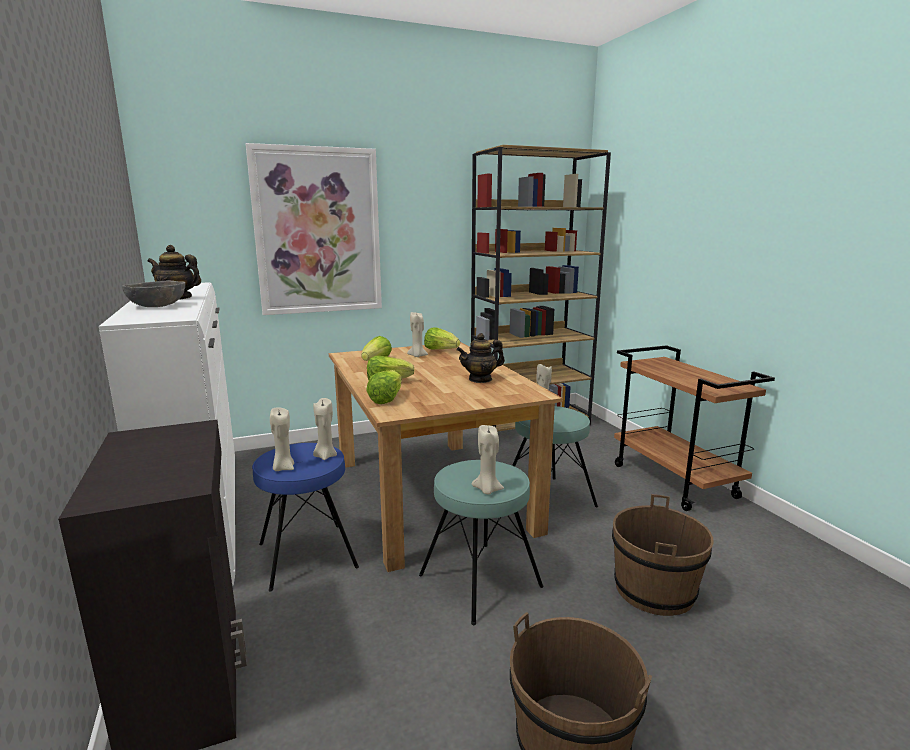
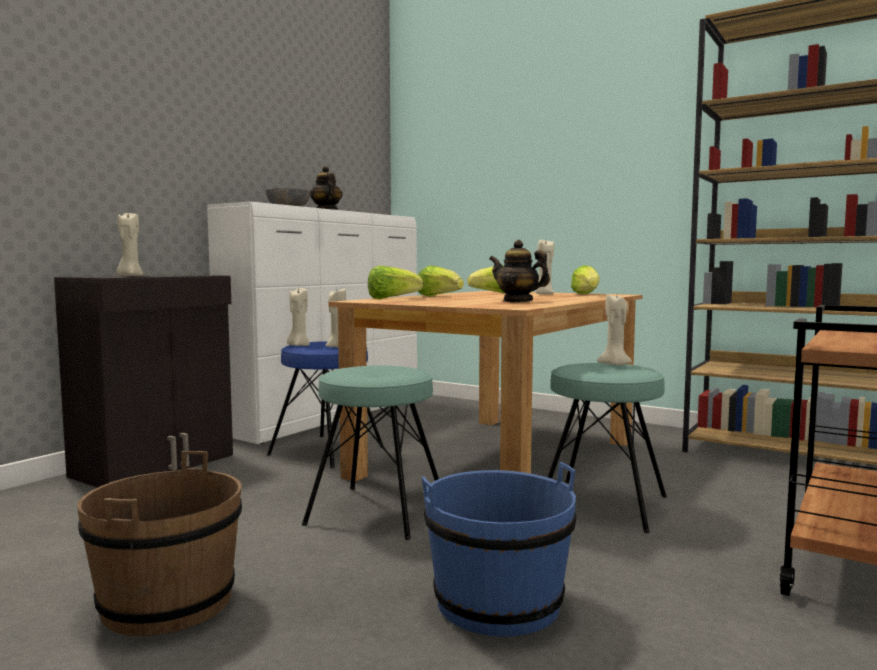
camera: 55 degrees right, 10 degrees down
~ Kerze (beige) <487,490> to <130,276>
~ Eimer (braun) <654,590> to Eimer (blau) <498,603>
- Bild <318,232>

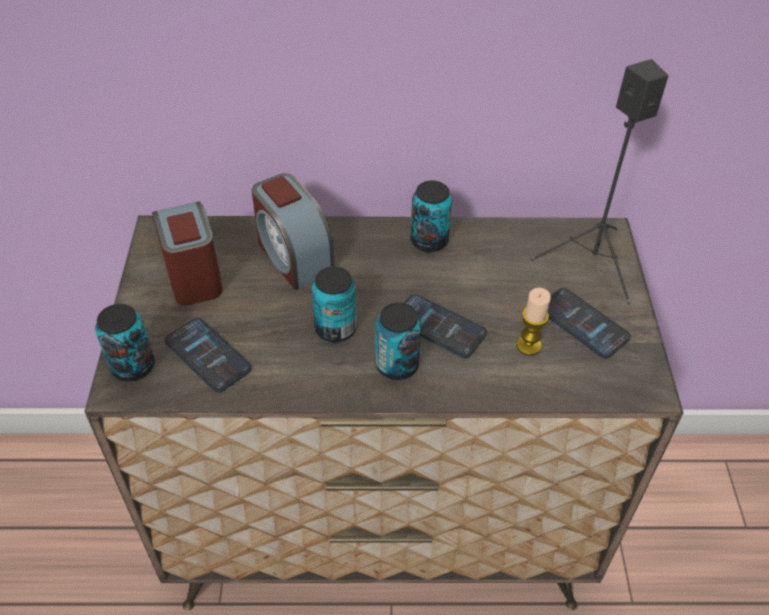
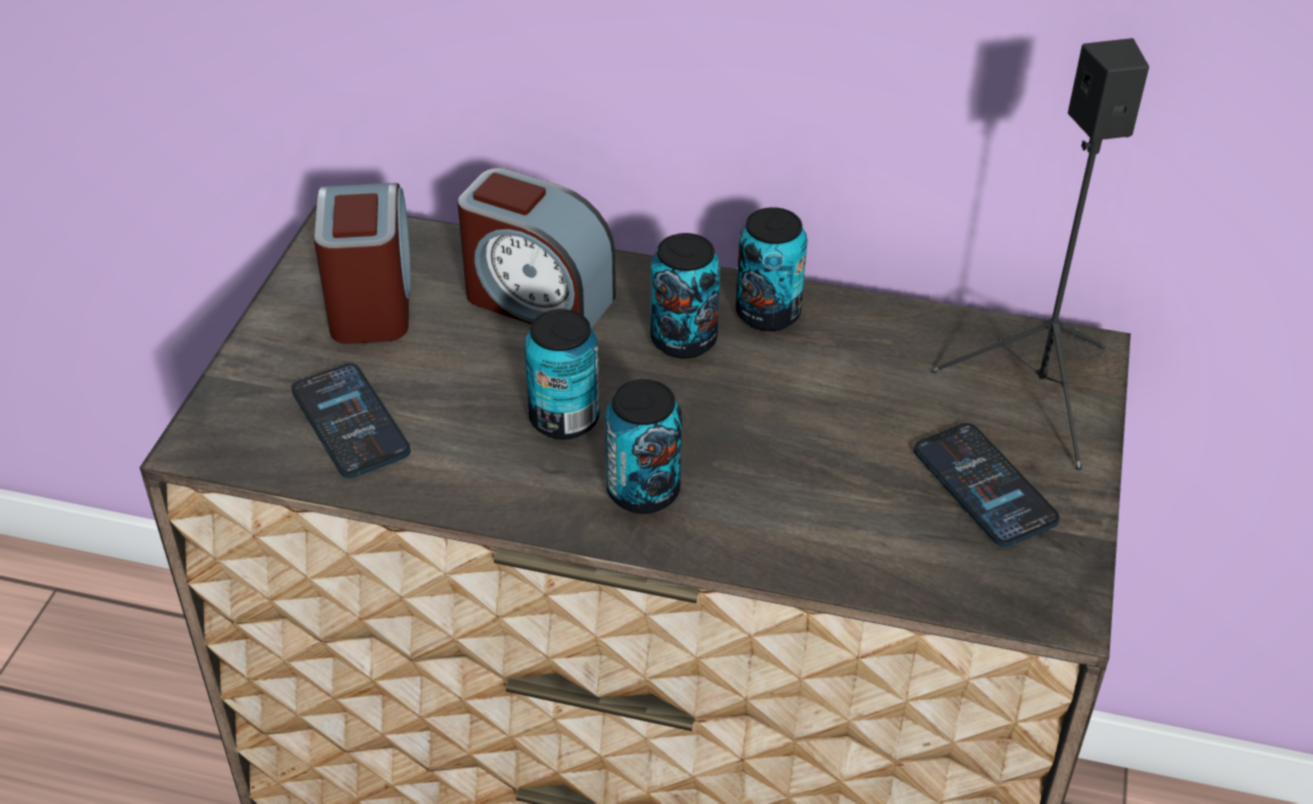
camera: 15 degrees right, 5 degrees down
~ Wecker <293,256> = <537,299> 45 degrees counterclockwise
~ Dose <133,366> to <683,340>
- Handy <439,327>
- Kerze <528,345>

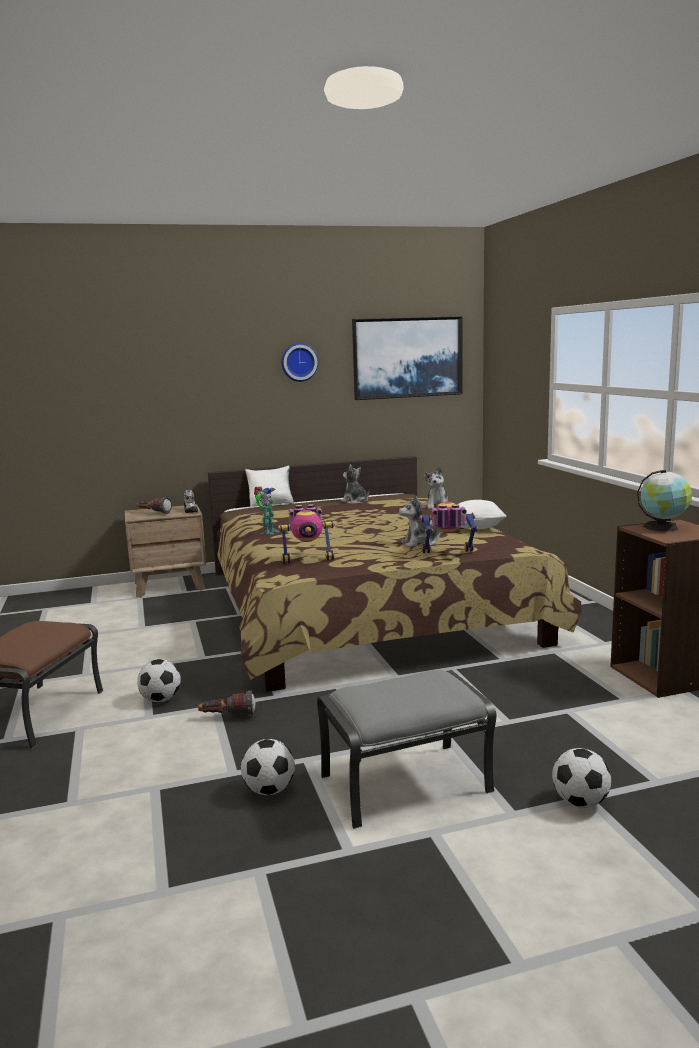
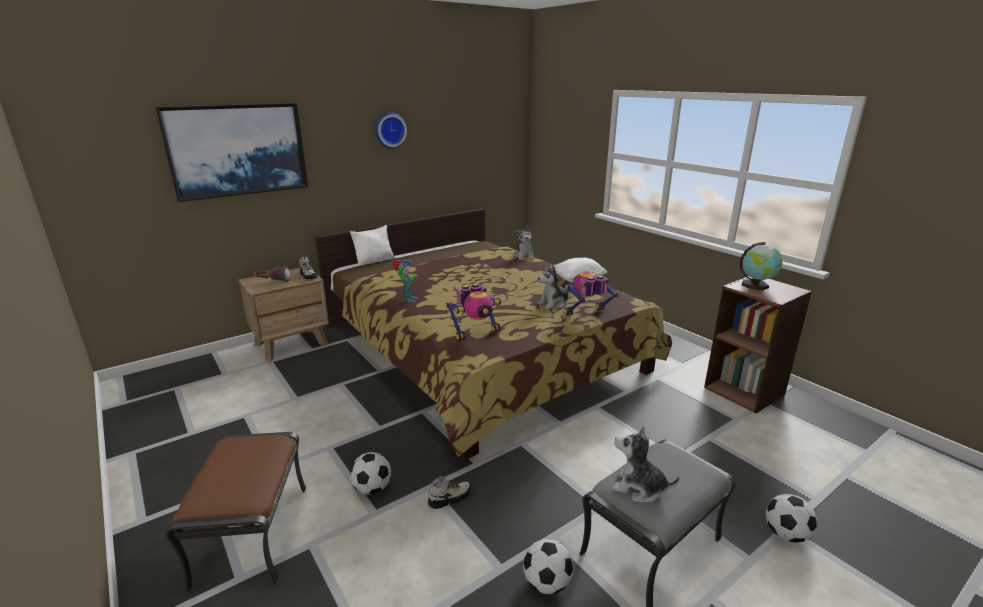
camera: 20 degrees left, 10 degrees up
~ Bild <407,357> to <237,150>
~ Taschenlampe <227,717> to Schuh <449,498>
~ Plüschtier <355,501> to <639,488>

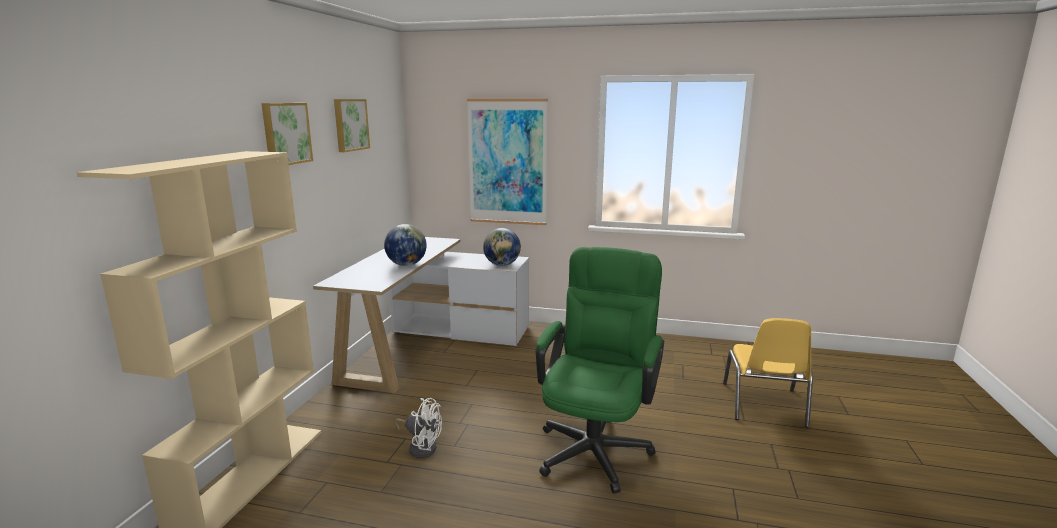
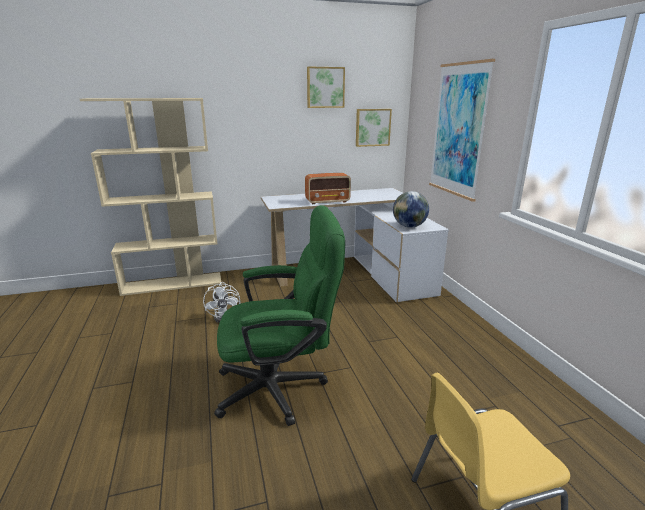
camera: 60 degrees right, 5 degrees up
~ Globus <406,265> to Radio <328,201>
~ Bild <285,133> to <372,127>

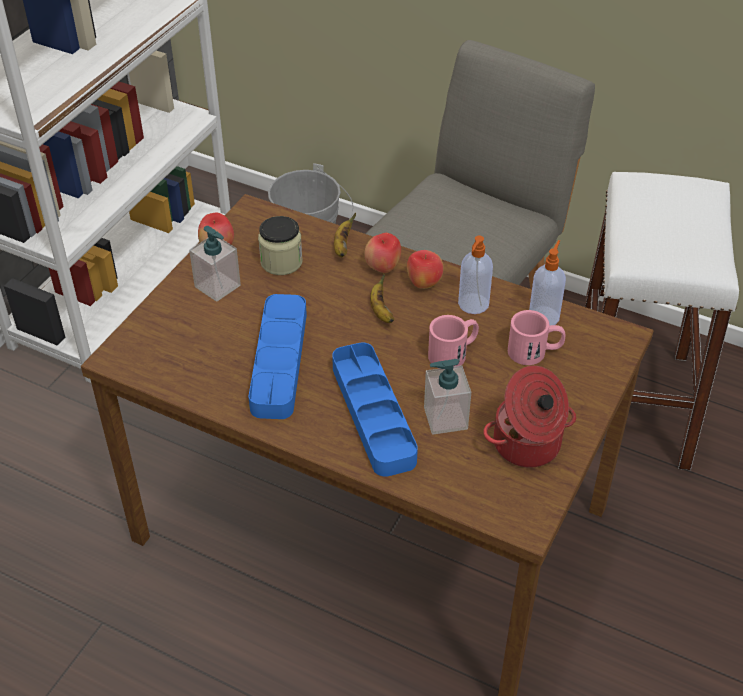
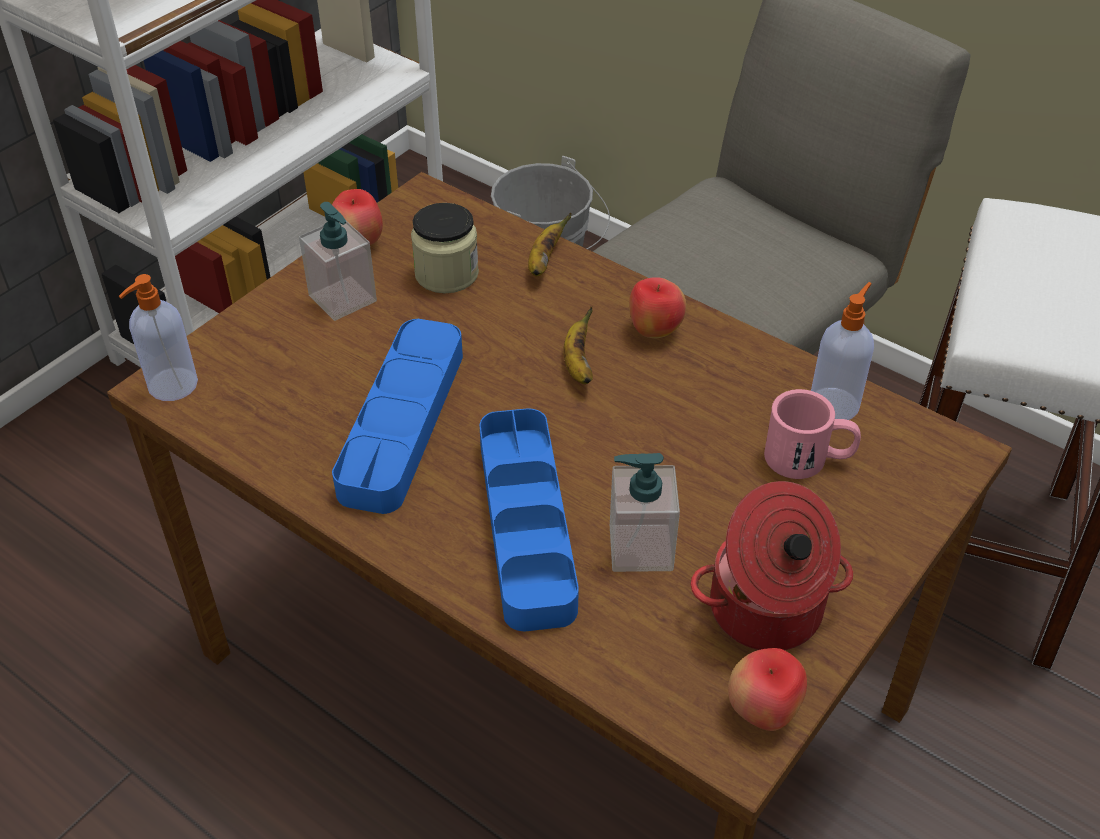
camera: 10 degrees right, 0 degrees up
~ Seifenspender <473,304> to <171,386>
~ Apfel <383,268> to <763,712>
- Henkelbecher (rosa) <453,353>

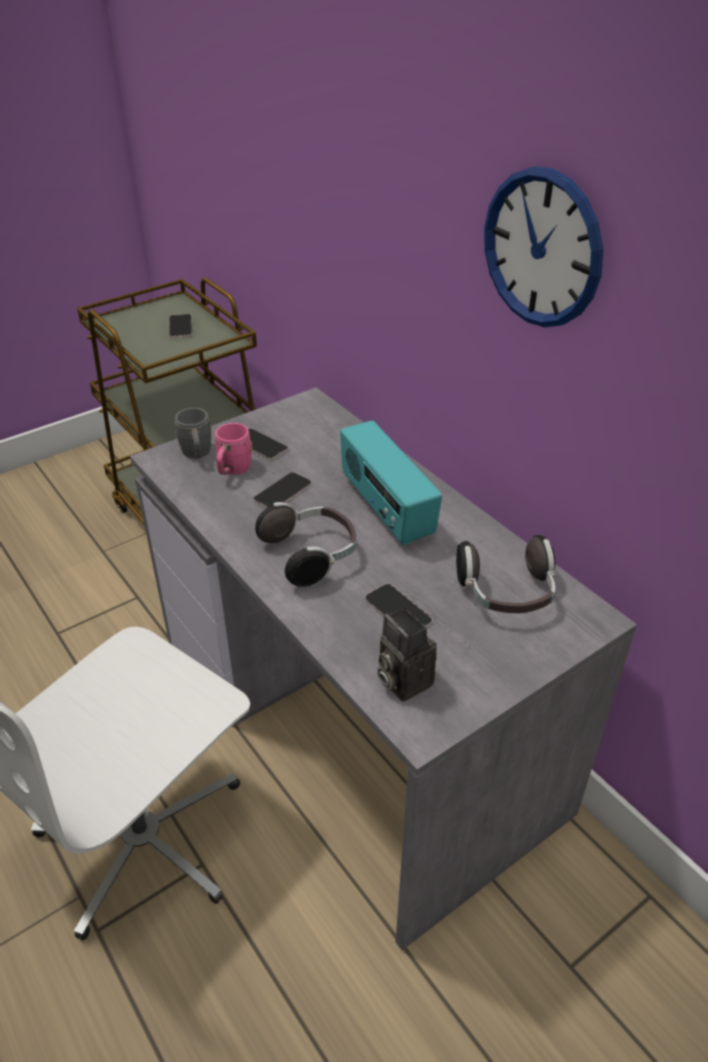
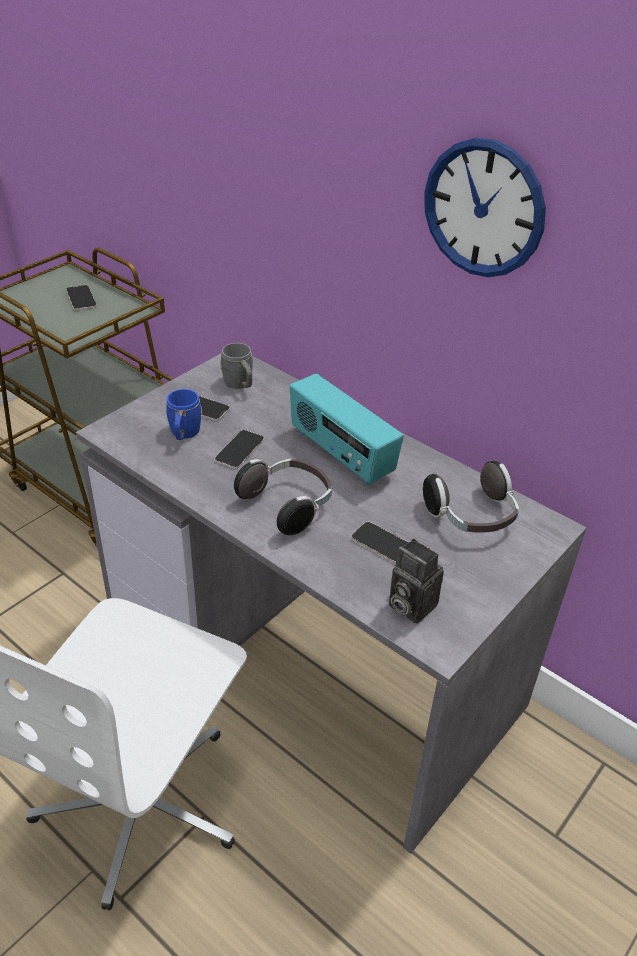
camera: 15 degrees left, 0 degrees up
~ Henkelbecher (rosa) <232,470> to Henkelbecher (blau) <184,435>
~ Henkelbecher (grau) <197,454> to <240,385>

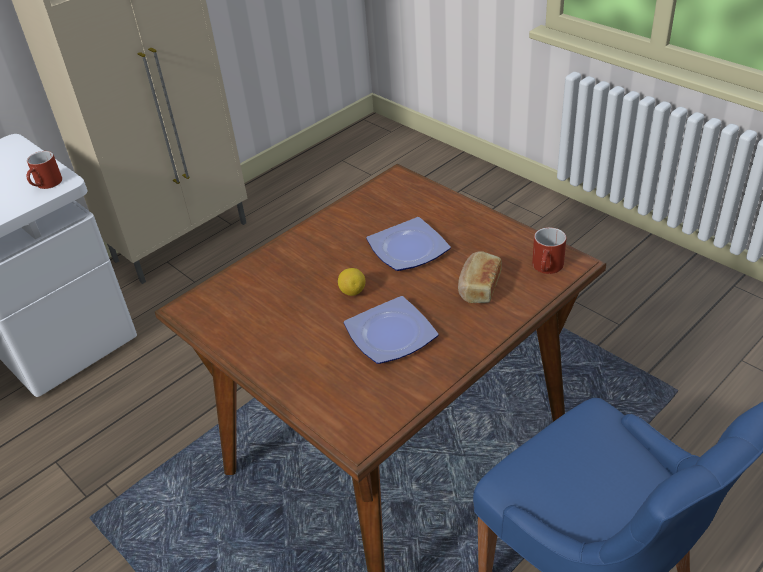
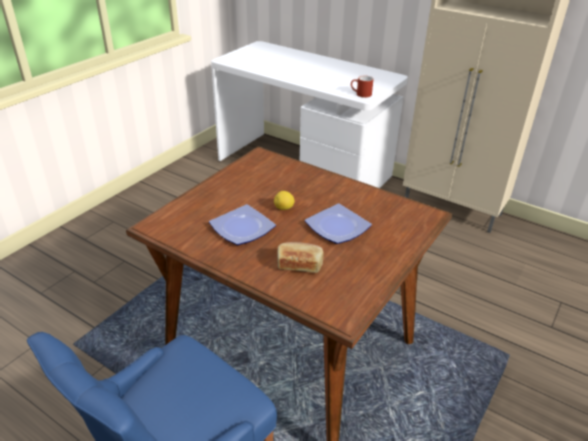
camera: 75 degrees right, 5 degrees down
- Henkelbecher (rot) <547,268>

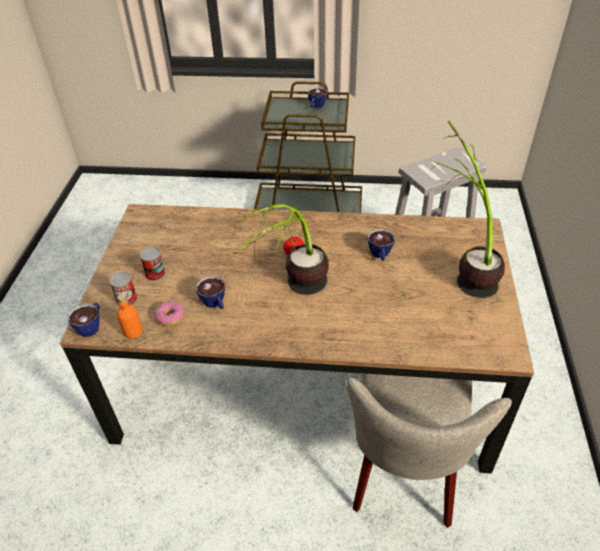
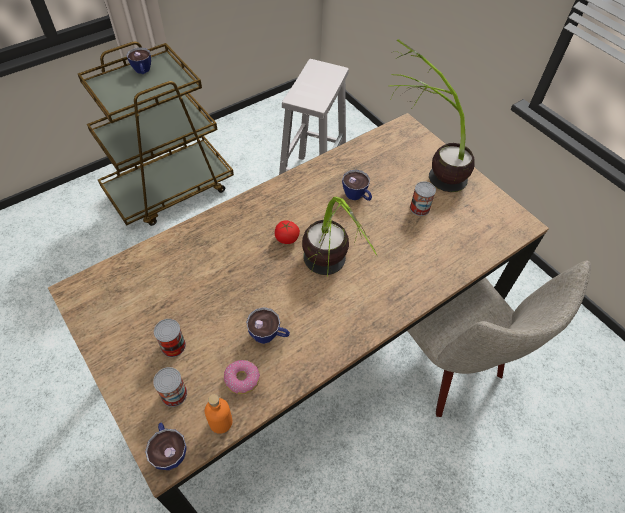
camera: 45 degrees left, 10 degrees up
+ Dose <419,208>

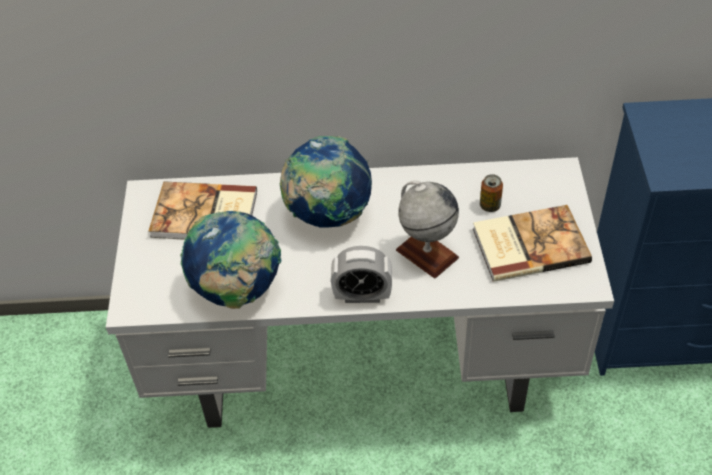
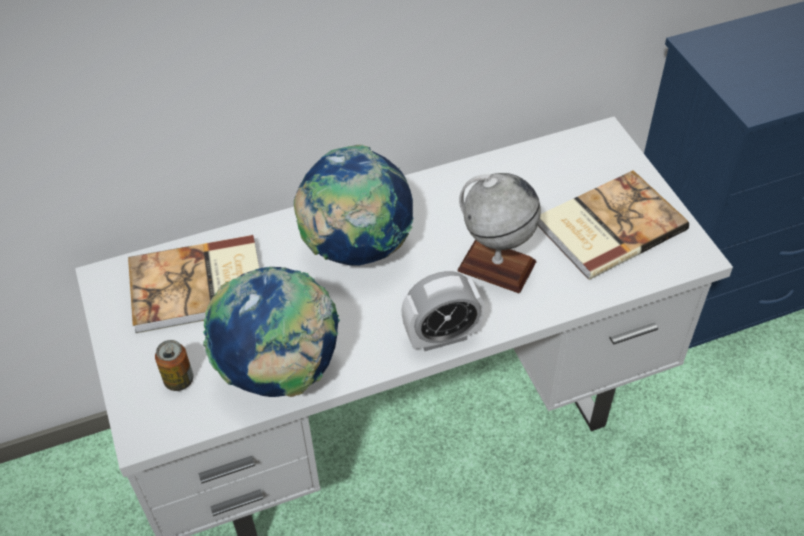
camera: 20 degrees left, 0 degrees up
~ Dose <490,205> to <179,380>

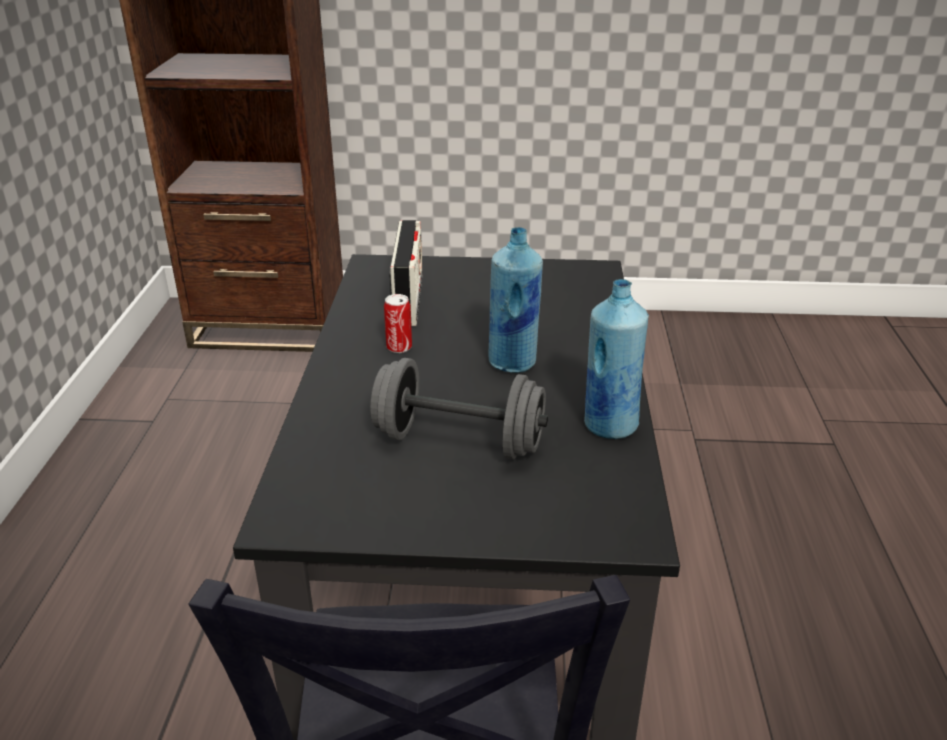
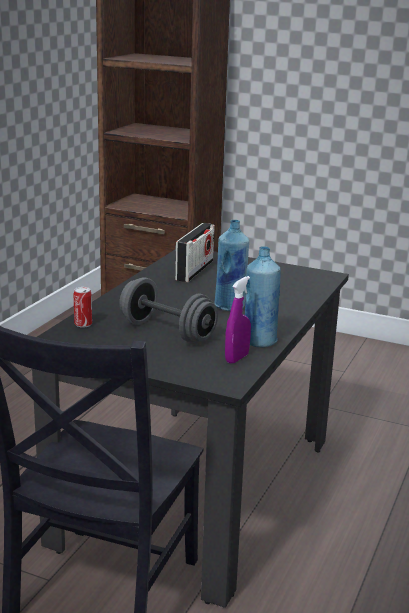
camera: 20 degrees right, 10 degrees down
~ Dose <399,347> to <83,324>
+ Sprühflasche (lila) <237,358>

